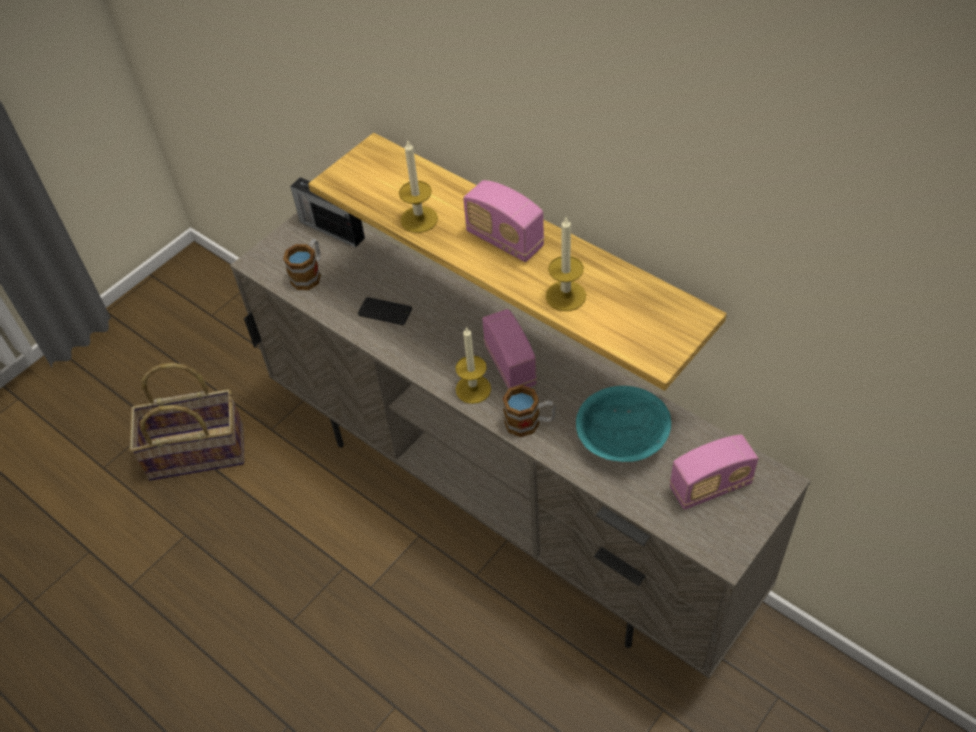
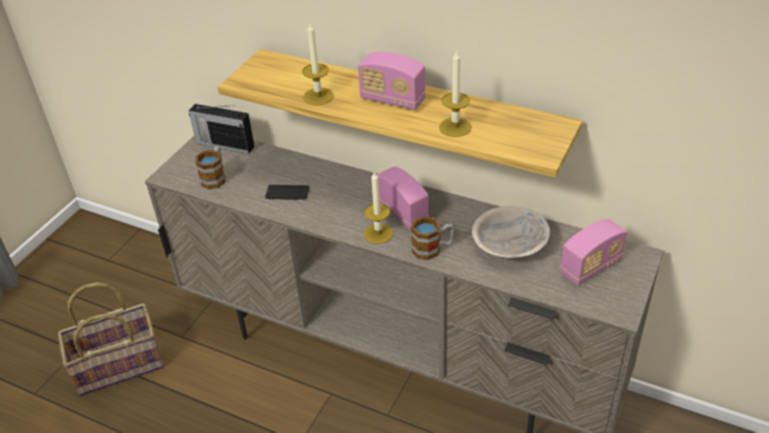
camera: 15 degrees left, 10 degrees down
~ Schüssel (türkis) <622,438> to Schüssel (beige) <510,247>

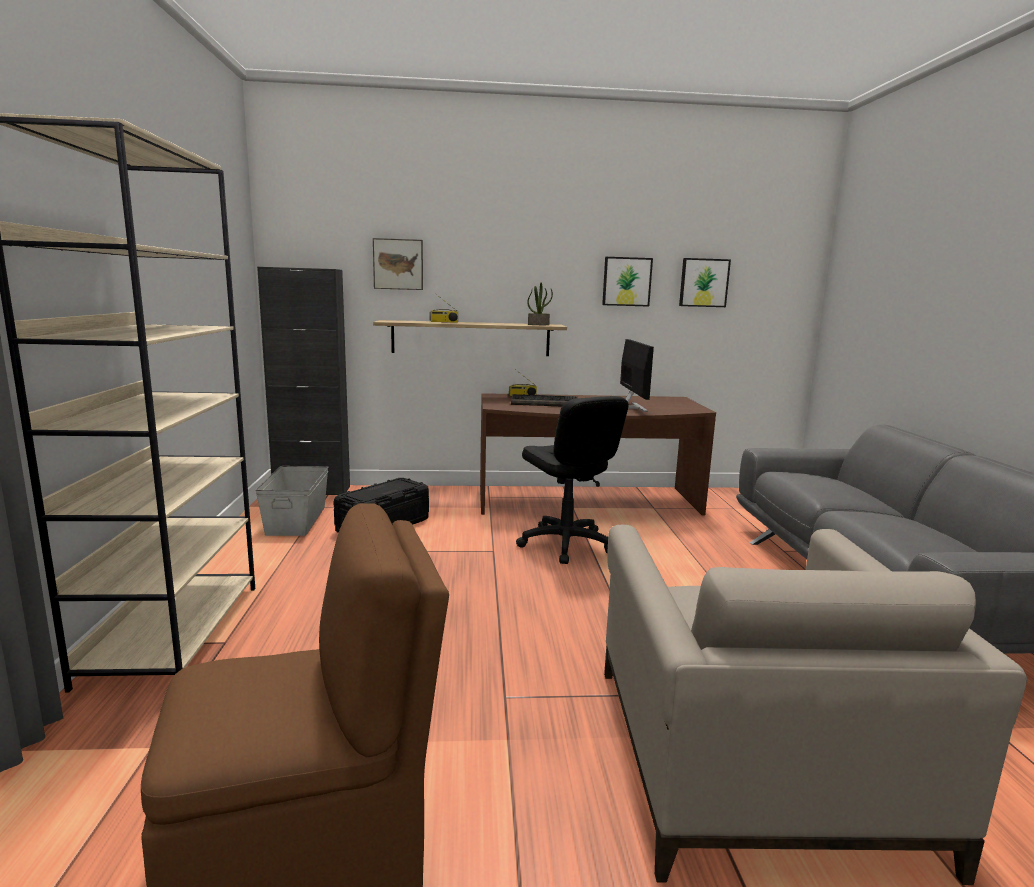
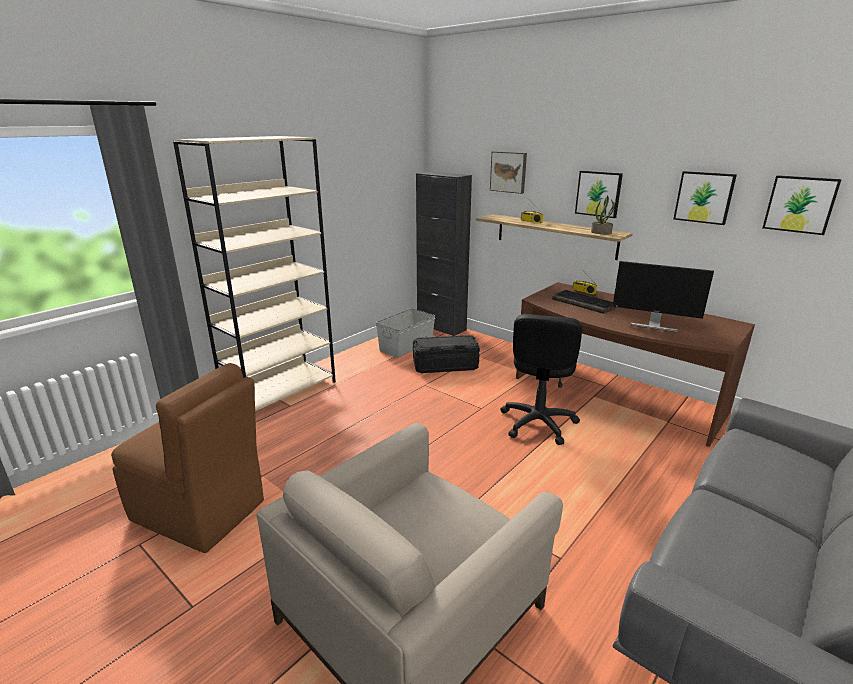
camera: 45 degrees right, 10 degrees up
+ Bild <598,193>
~ Monitor <632,407> = <653,325> 75 degrees clockwise

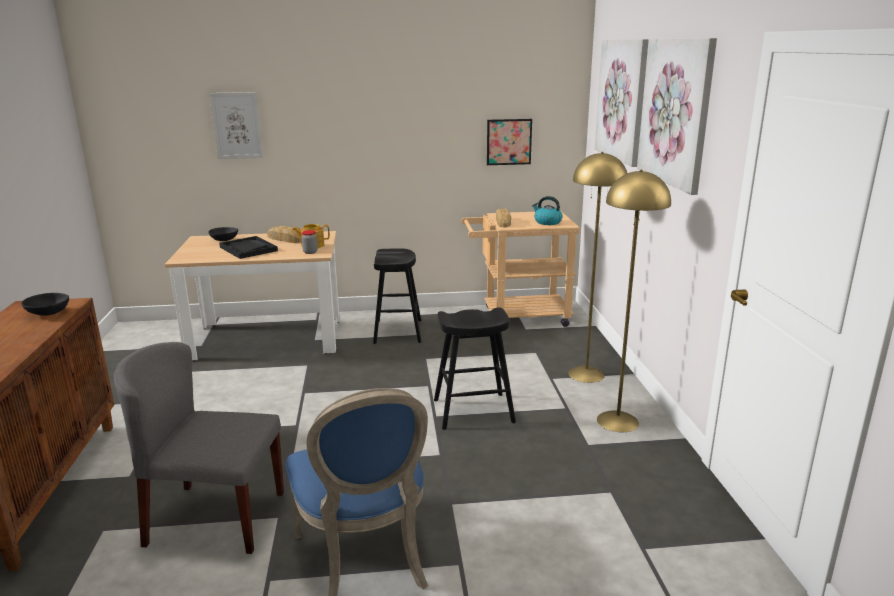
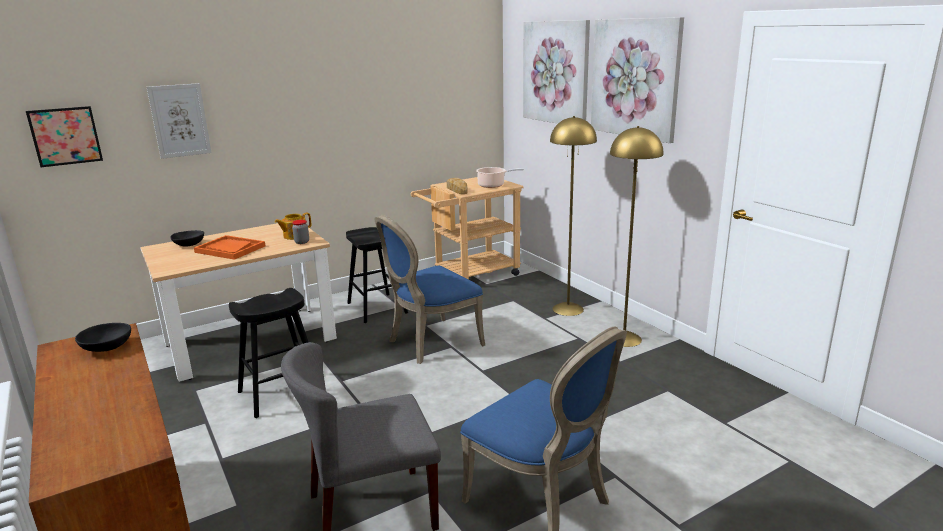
camera: 25 degrees left, 0 degrees up
~ Bild <509,142> to <65,136>
~ Tablett (schwarz) <248,249> to Tablett (orange) <230,249>
~ Hocker (schwarz) <473,411> to <282,393>
+ Stuhl (blau) <431,342>
~ Wasserkessel <547,222> to Kochtopf <493,185>
- Brot <284,239>

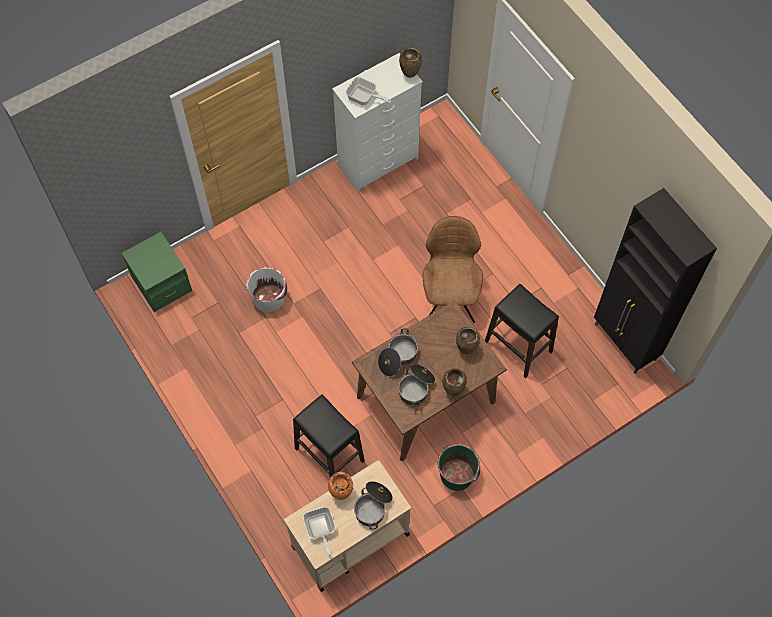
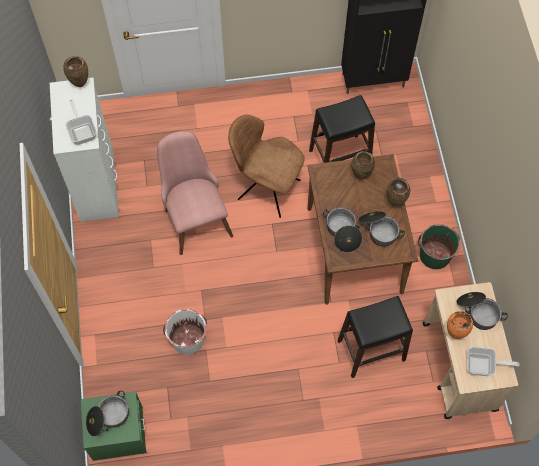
camera: 65 degrees left, 0 degrees up
~ Pfanne <364,98> = <82,131> 75 degrees counterclockwise
+ Kochtopf <108,417>
+ Stuhl (rosa) <194,215>

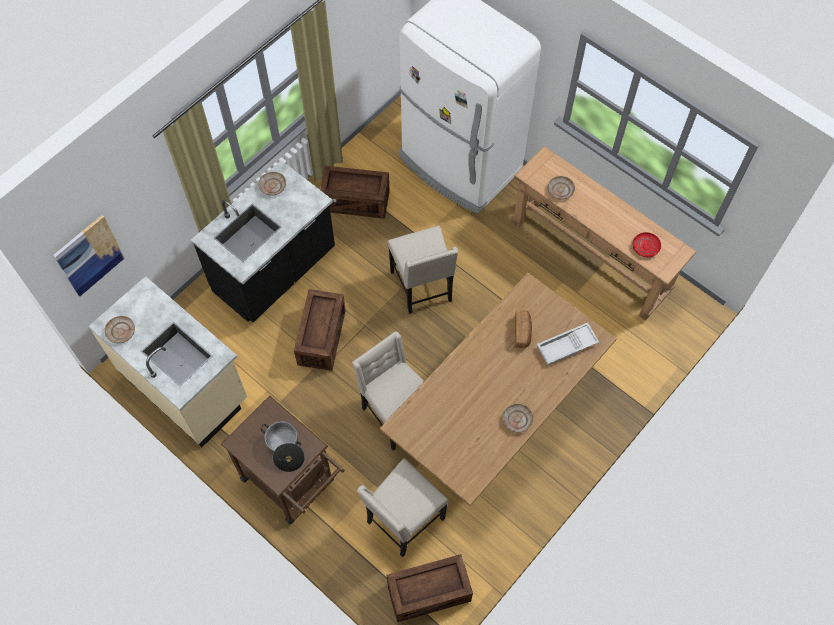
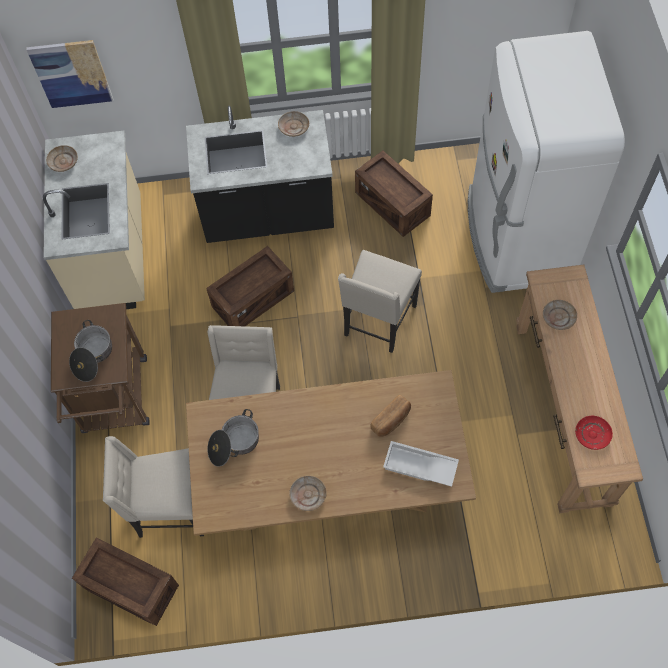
camera: 45 degrees right, 0 degrees up
+ Kochtopf <234,444>

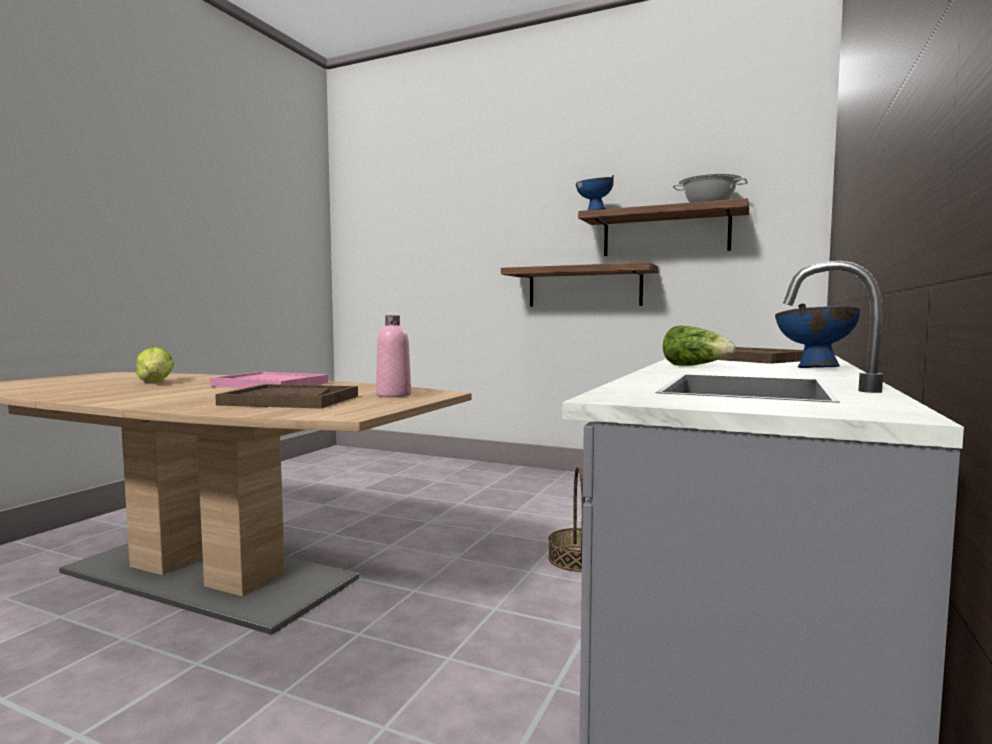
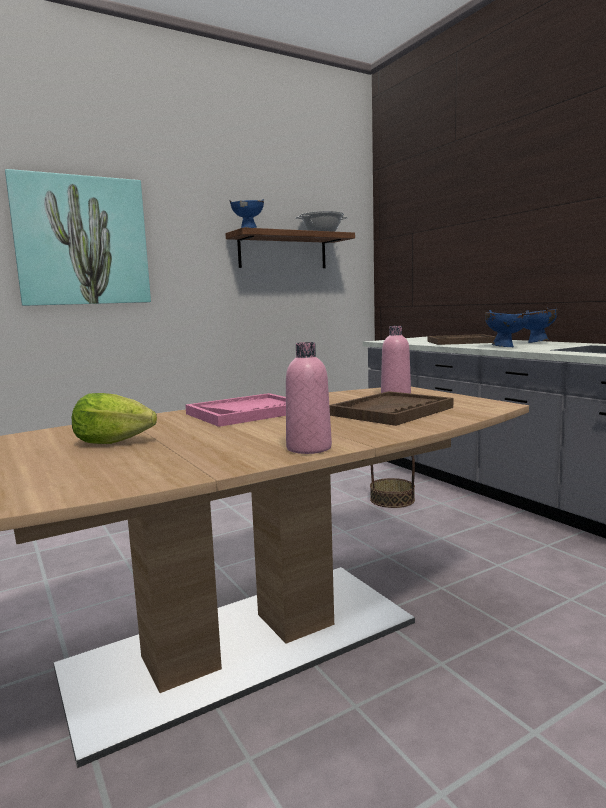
camera: 55 degrees left, 5 degrees up
+ Bild <82,241>
+ Flasche (rosa) <309,448>
~ Salatkopf <696,366> to Schüssel (blau) <505,347>
- Wandregal <584,287>

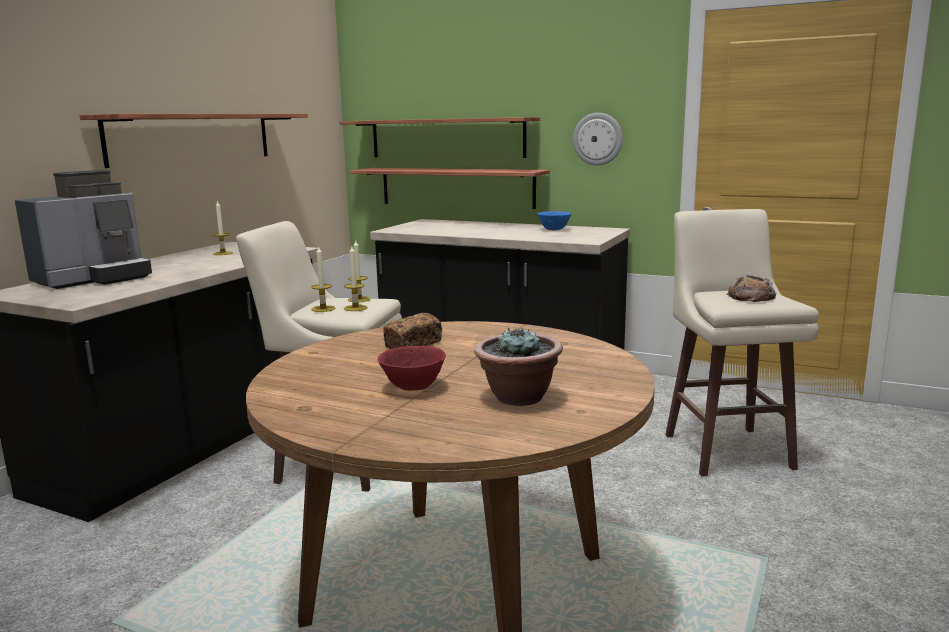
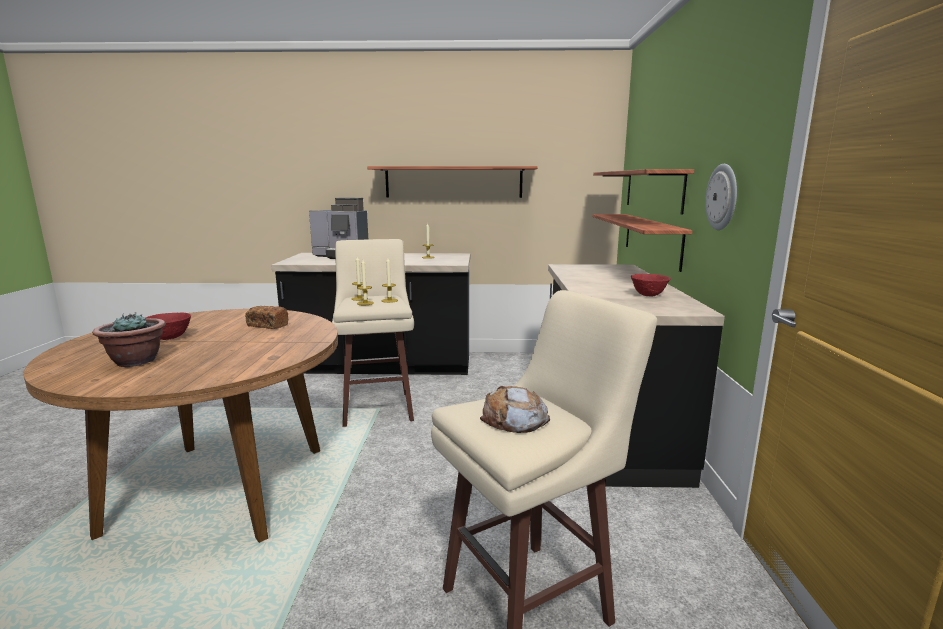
camera: 65 degrees right, 0 degrees up
~ Schüssel (blau) <554,230> to Schüssel (rot) <648,295>

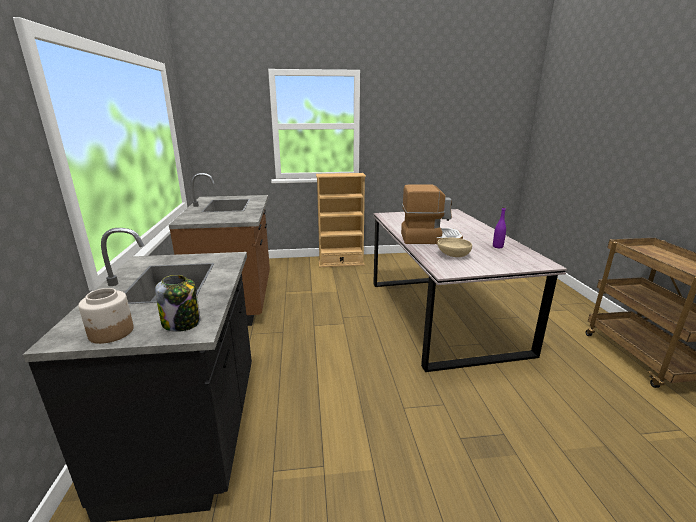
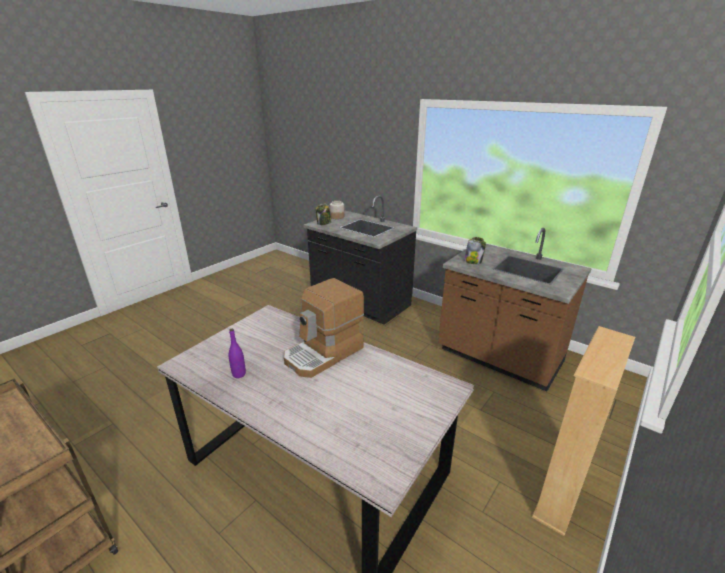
camera: 135 degrees right, 5 degrees up
+ Vorratsglas <473,261>
- Schüssel (beige) <452,255>

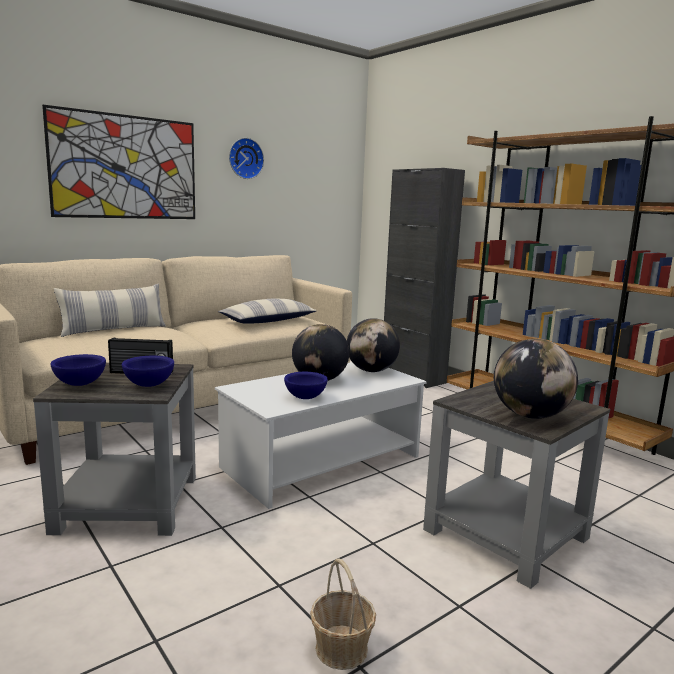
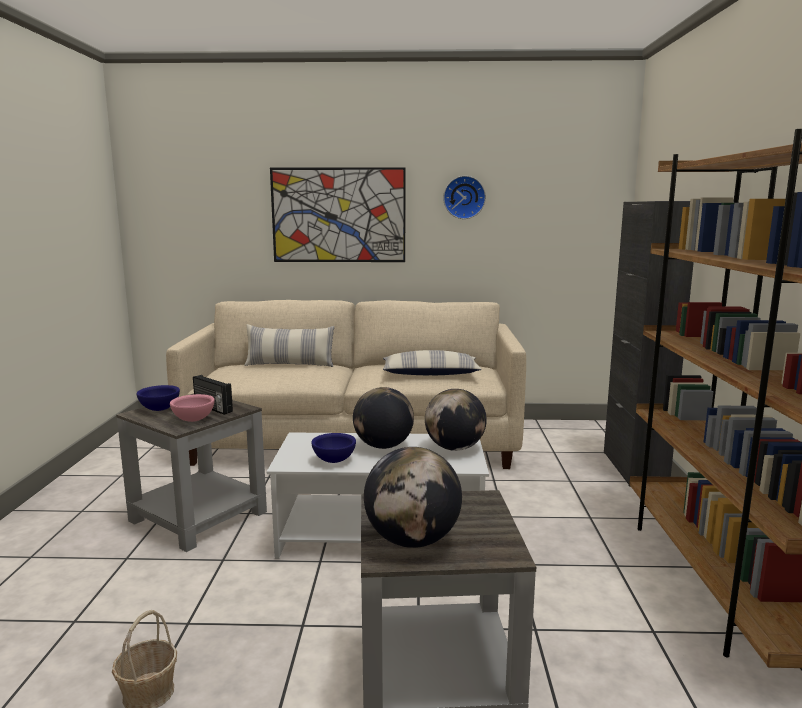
camera: 40 degrees right, 0 degrees up
~ Schüssel (blau) <148,385> to Schüssel (rosa) <193,420>

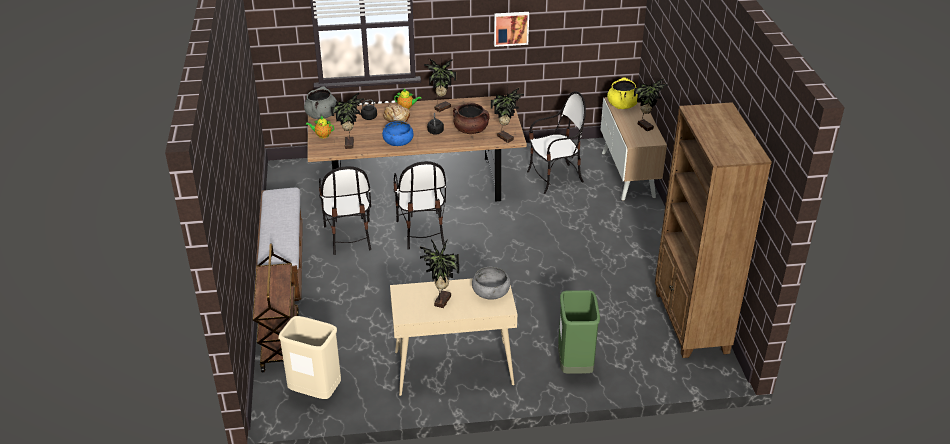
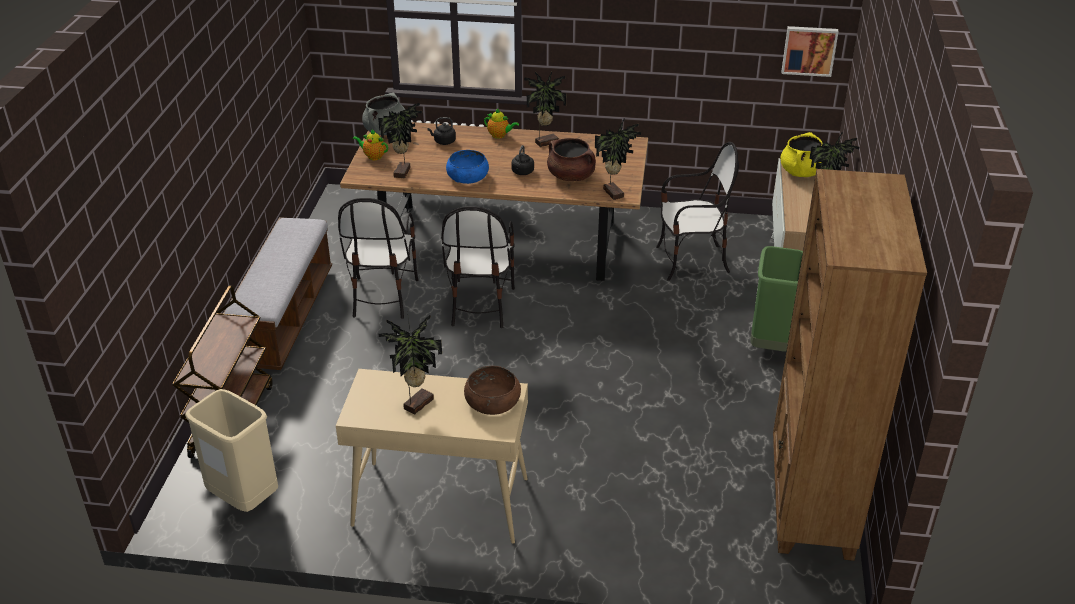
camera: 15 degrees right, 0 degrees up
~ Schüssel (grau) <490,291> to Schüssel (braun) <492,401>
~ Mülleimer (grün) <575,366> to <770,344>
~ Bild <511,28> to <809,50>
- Brot <396,118>

